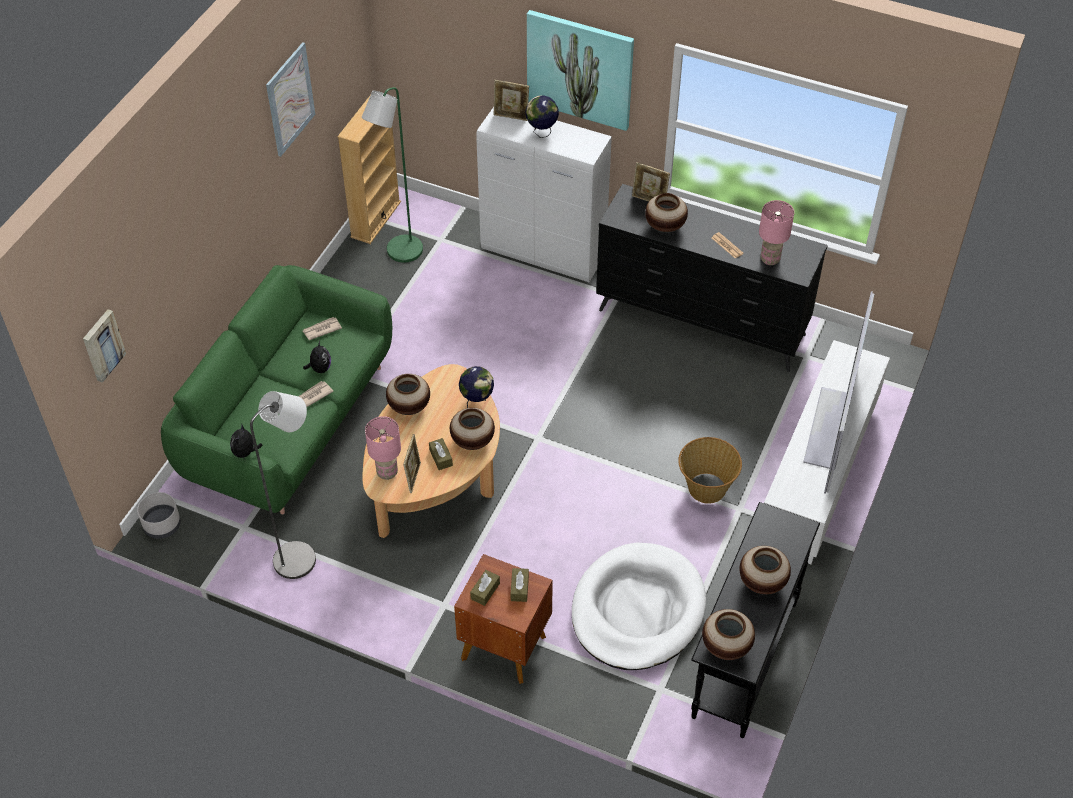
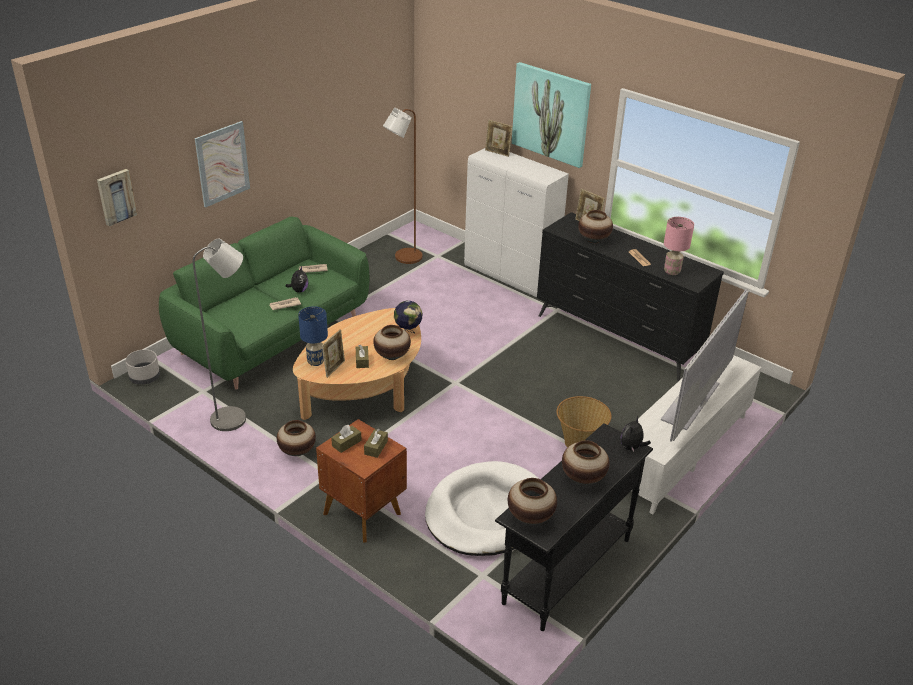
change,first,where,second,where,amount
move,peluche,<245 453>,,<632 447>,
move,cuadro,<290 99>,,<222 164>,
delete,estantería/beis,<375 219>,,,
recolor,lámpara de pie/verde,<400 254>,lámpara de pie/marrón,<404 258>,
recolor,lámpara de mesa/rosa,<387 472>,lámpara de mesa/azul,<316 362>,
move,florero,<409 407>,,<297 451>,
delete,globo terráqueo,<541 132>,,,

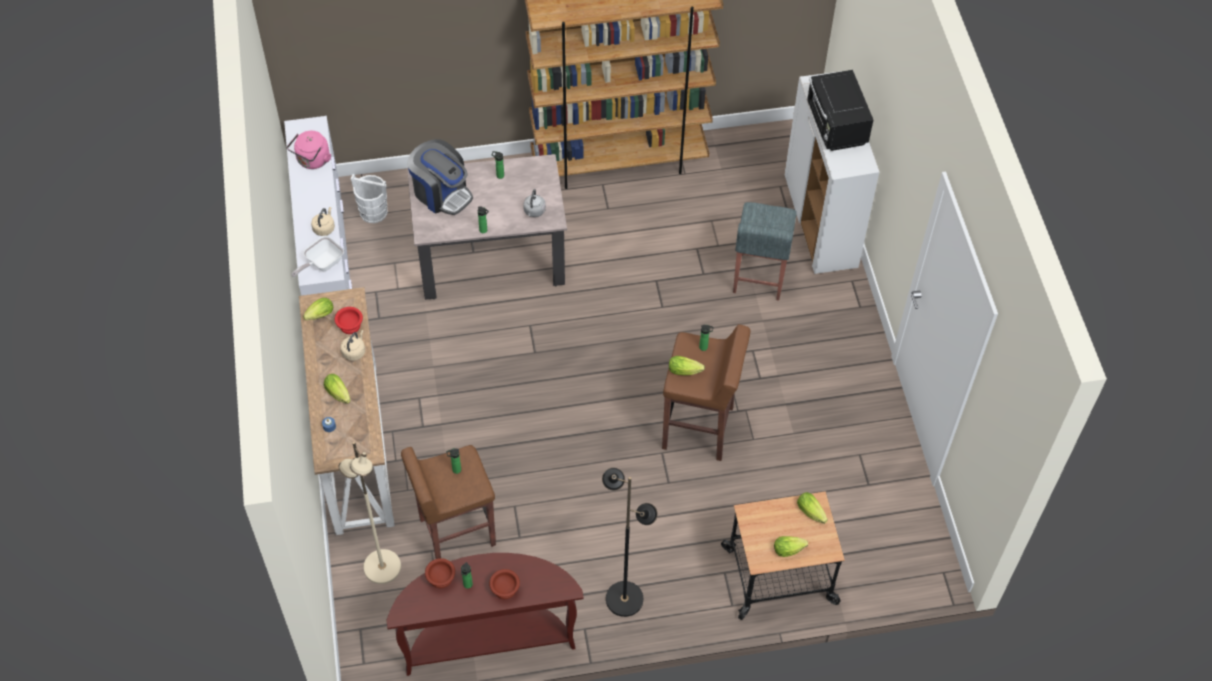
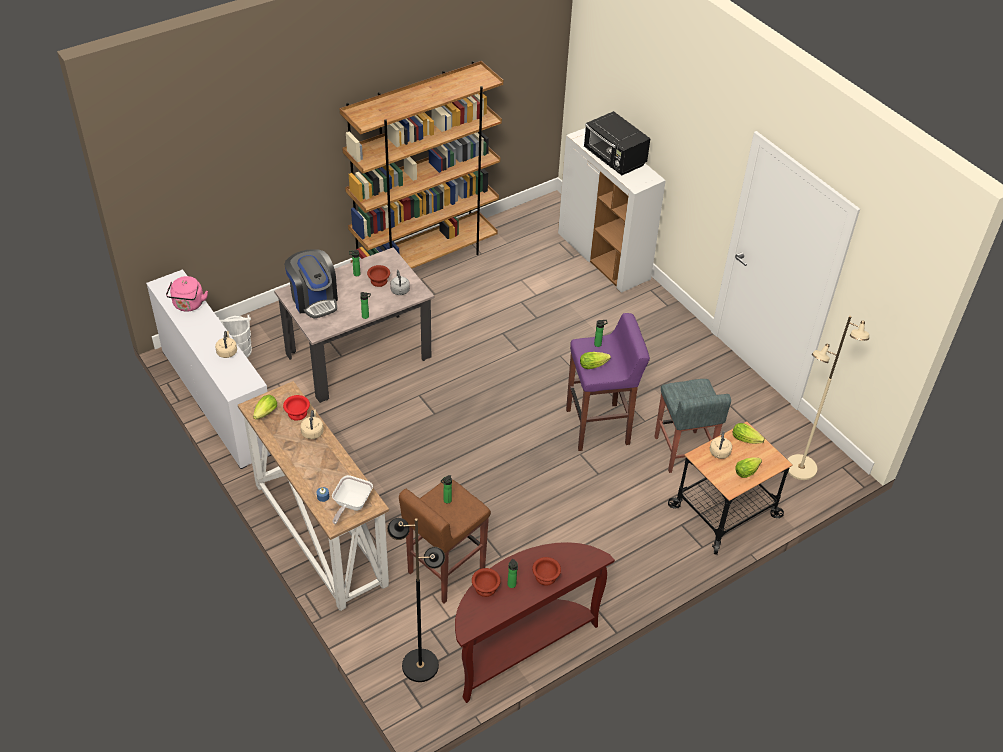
change,first,where,second,where,amount
move,sartén,<322 264>,,<351 505>,
delete,lechuga,<339 394>,,,
move,lámpara de pie/beis,<381 567>,,<800 468>,
rotate,cafetera,<441 193>,,<314 300>,45 degrees clockwise
move,lámpara de pie/negro,<624 598>,,<420 665>,
recolor,taburete/marrón,<699 428>,taburete/morado,<599 427>,
move,taburete/gris,<759 277>,,<682 452>,
insert,,,cuenco/marrón,<379 280>,
insert,,,hervidor/beis,<719 453>,

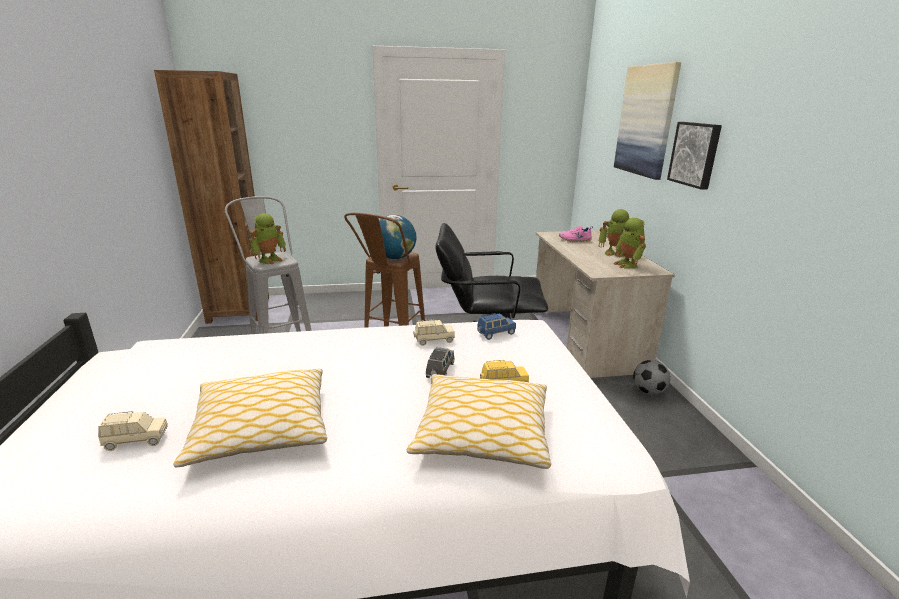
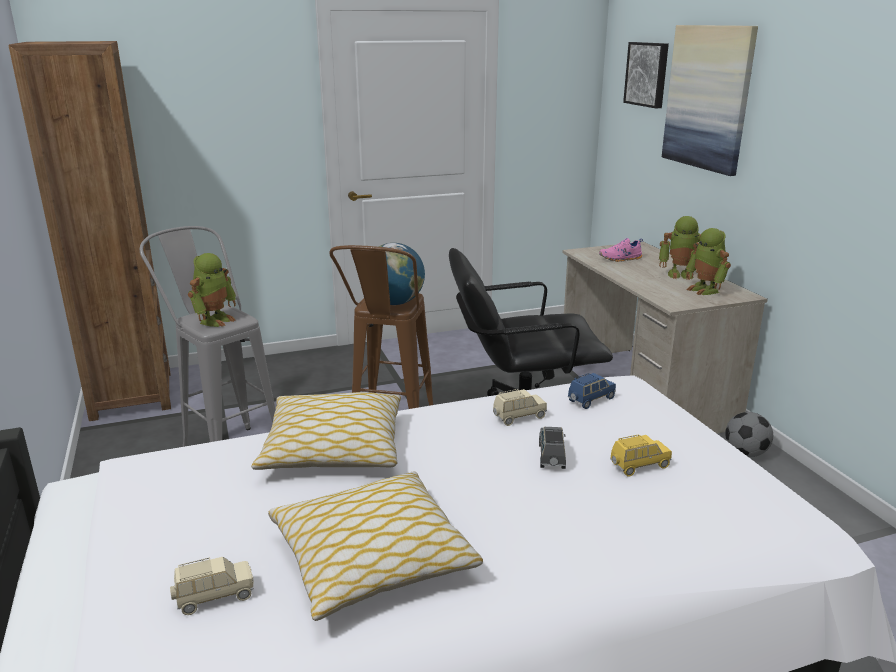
change,first,where,second,where,amount
move,cojín,<482 433>,,<333 448>,
move,cuadro,<695 154>,,<648 74>,

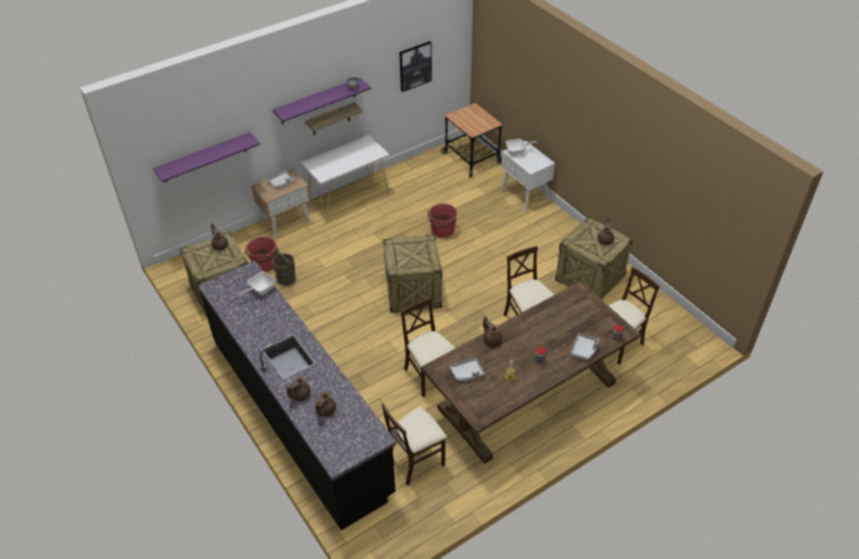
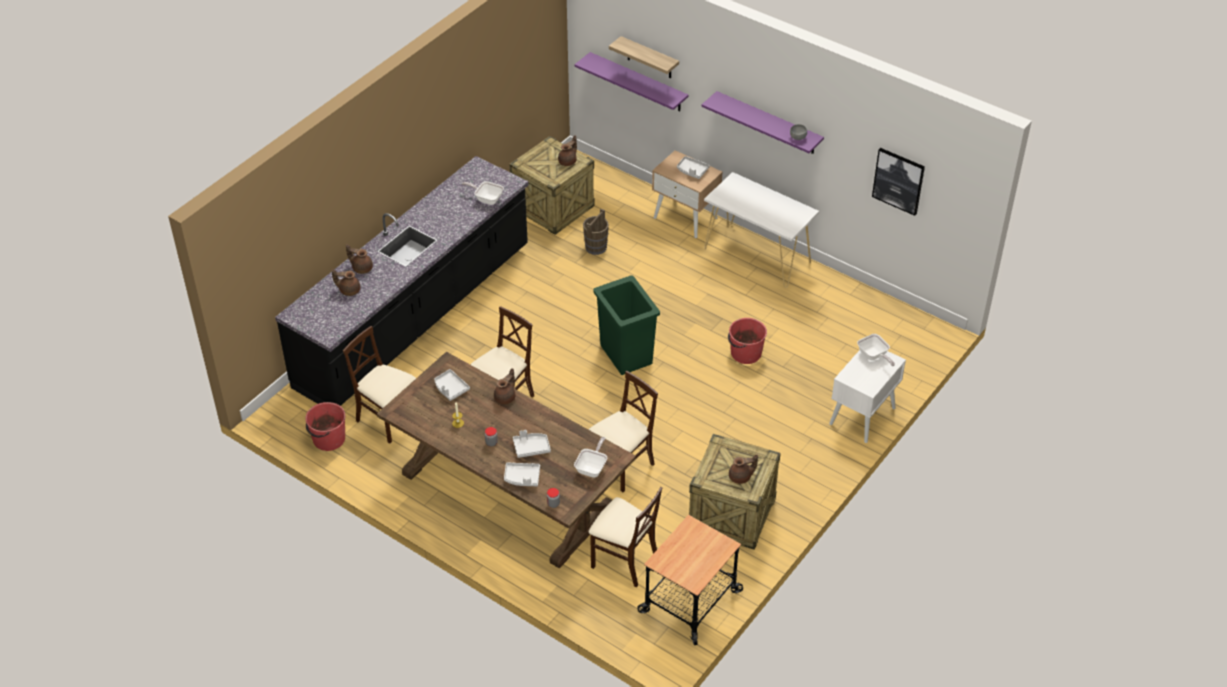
change,first,where,second,where,amount
move,cubo/rojo,<264 264>,,<328 439>,
move,estante,<330 119>,,<649 58>,
replace,caja de embalaje,<412 291>,papelera/verde,<626 354>,
move,carrito,<472 158>,,<691 602>,
insert,,,bandeja/gris,<531 448>,
insert,,,sartén,<592 468>,

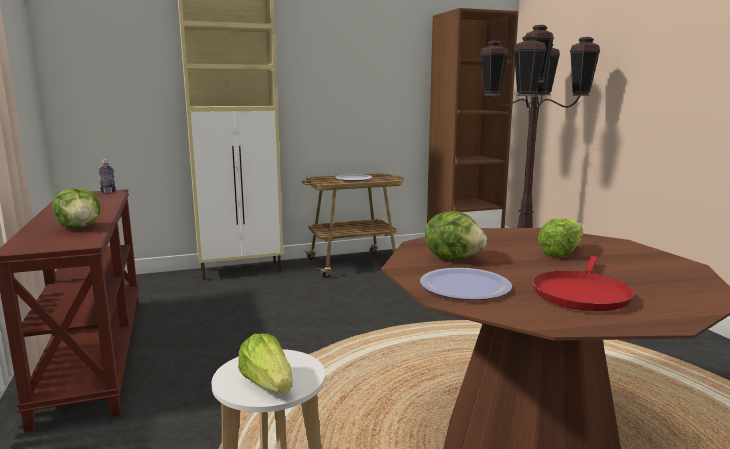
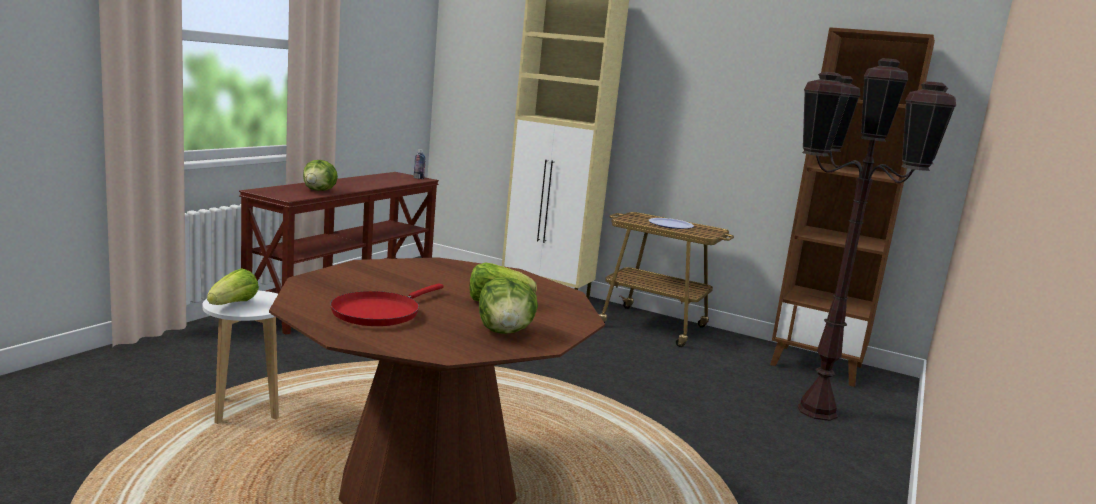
change,first,where,second,where,amount
delete,plato,<464 286>,,,
move,lechuga,<454 258>,,<505 332>,
rotate,sartén/rojo,<581 294>,,<379 312>,45 degrees counterclockwise

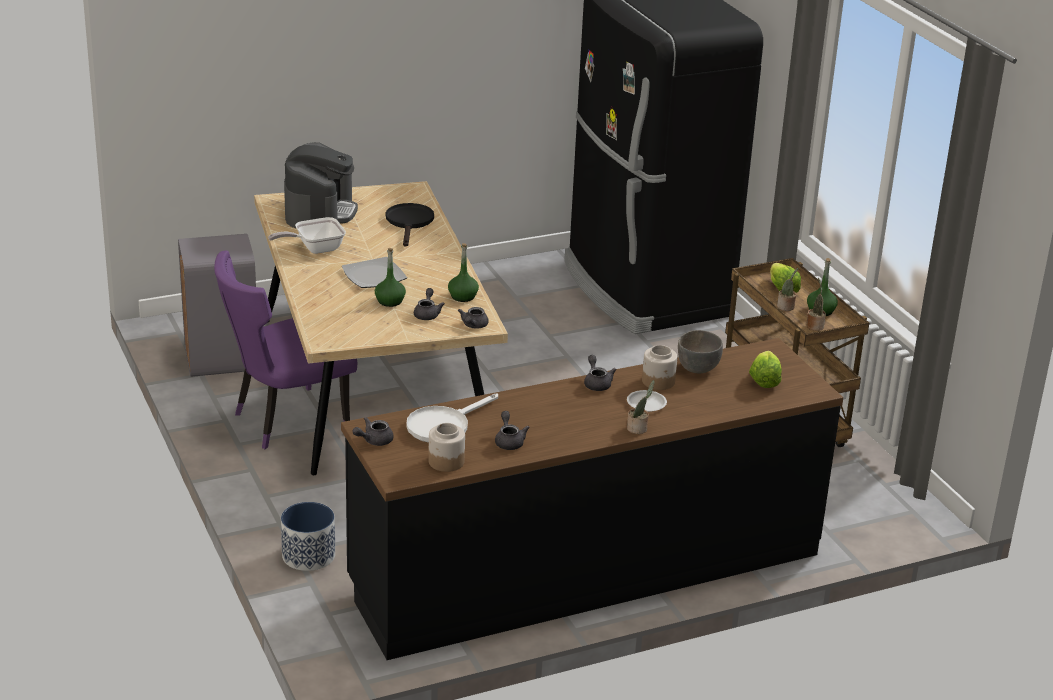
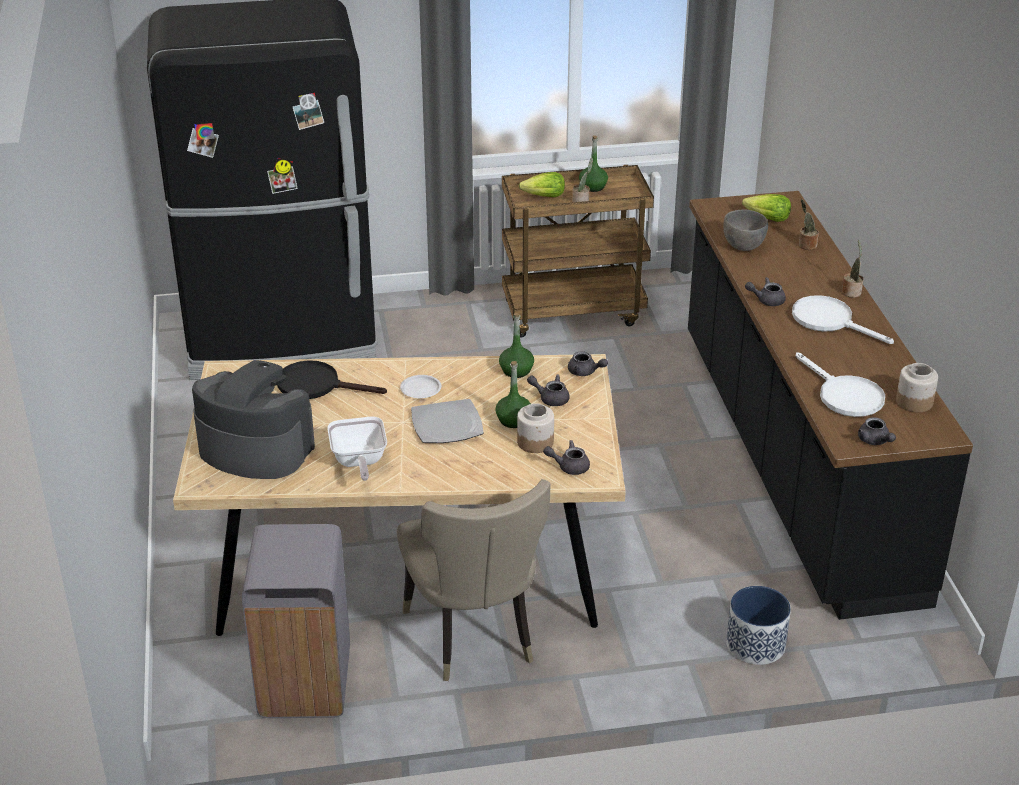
change,first,where,second,where,amount
recolor,silla/morado,<285 421>,silla/beis,<474 638>,
move,tetera/gris,<509 441>,,<569 466>,
move,plato/blanco,<646 403>,,<420 390>,
move,tarro,<658 381>,,<535 442>,
move,planta en maceta,<814 325>,,<806 245>,
insert,,,sartén/blanco,<829 321>,

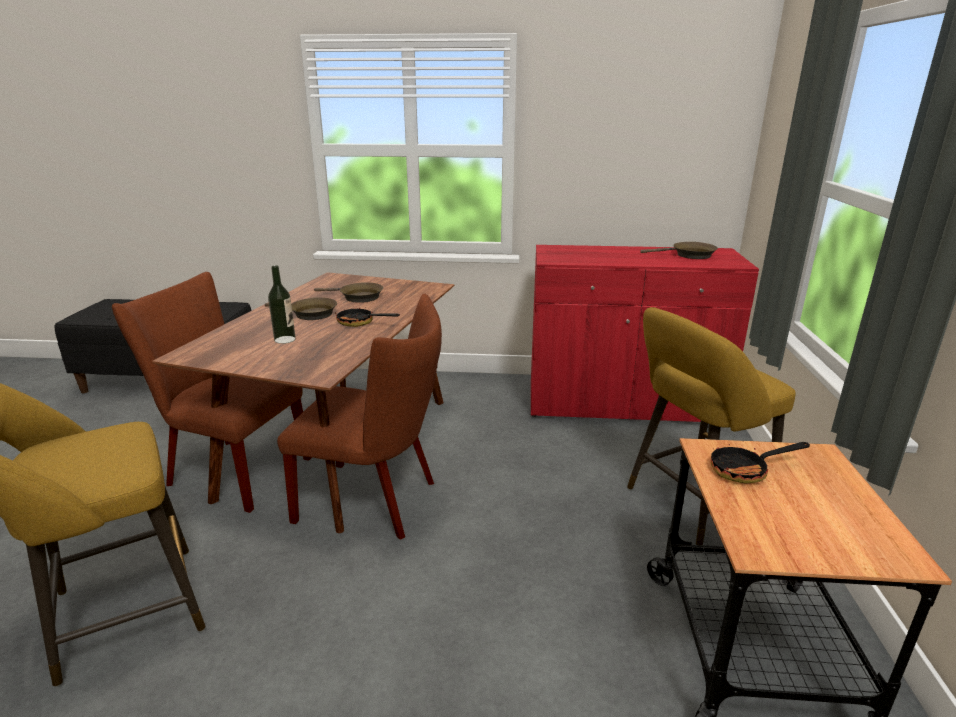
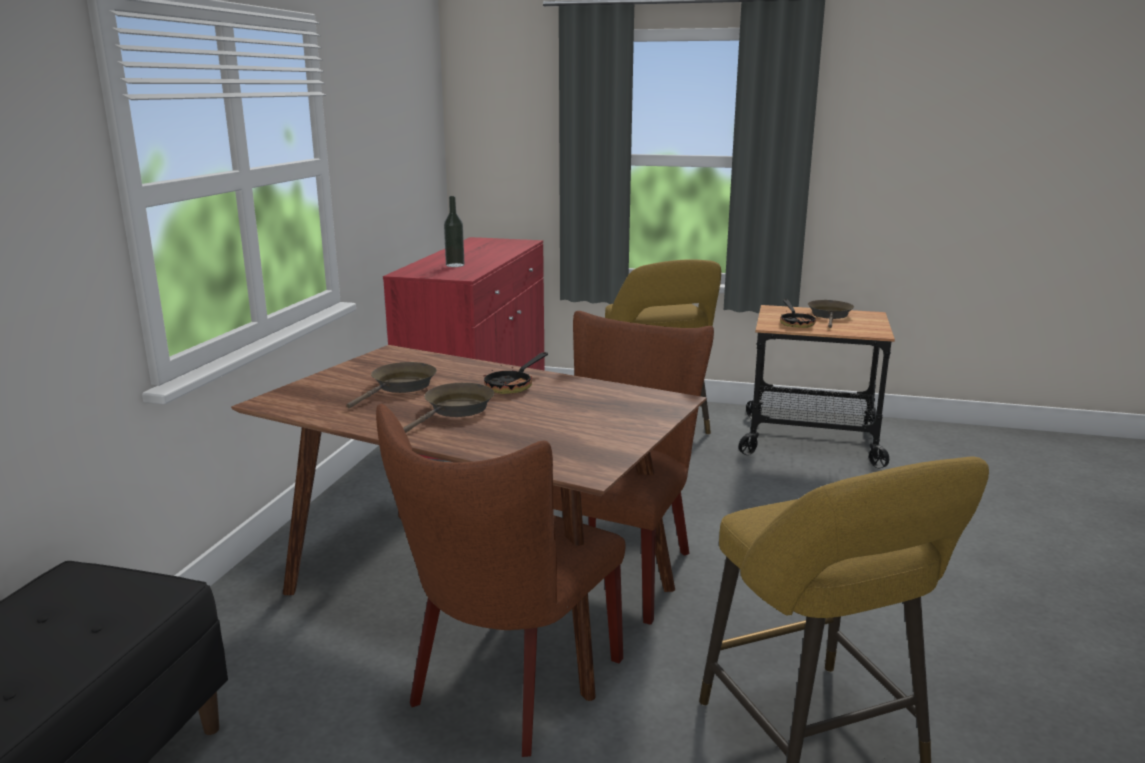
change,first,where,second,where,amount
move,botella,<285 339>,,<455 265>,
move,sartén/marrón,<689 255>,,<830 316>,

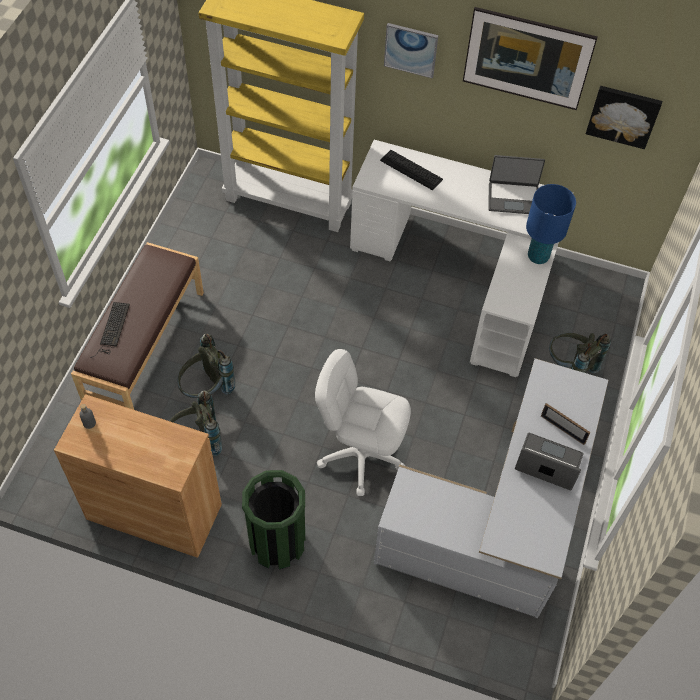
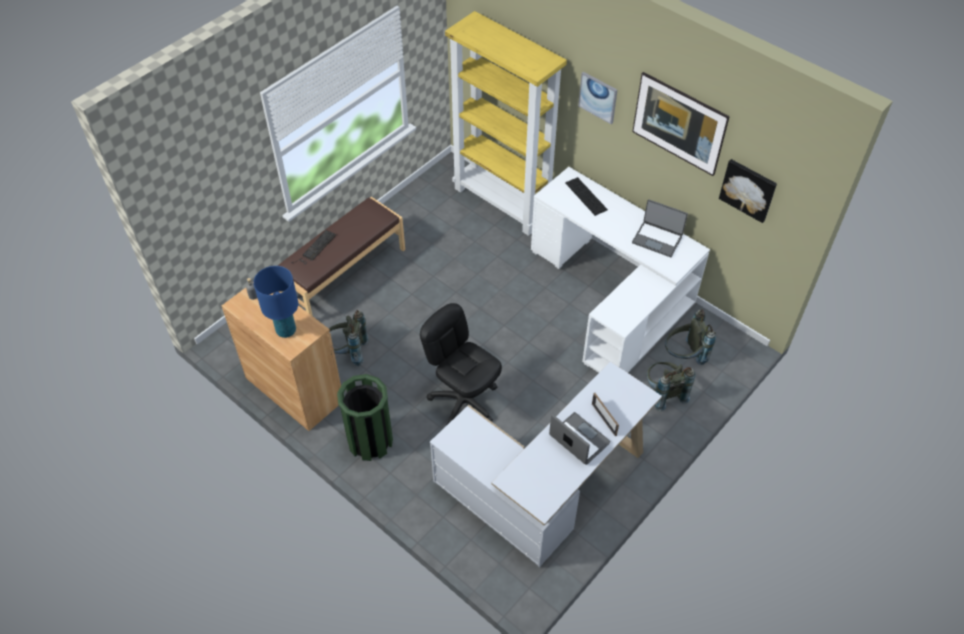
change,first,where,second,where,amount
move,mochila/gris,<206 389>,,<684 356>,
recolor,silla de oficina/blanco,<361 455>,silla de oficina/negro,<464 401>,
move,lámpara de mesa/azul,<538 256>,,<286 330>,

